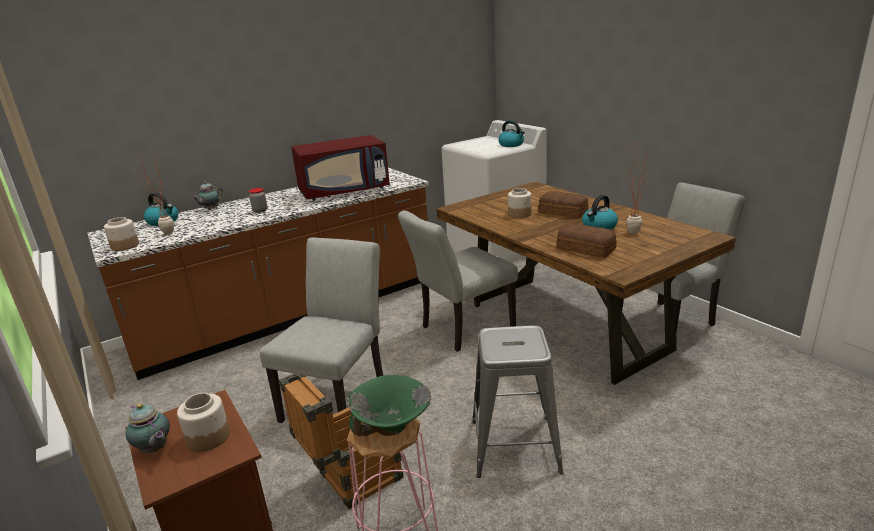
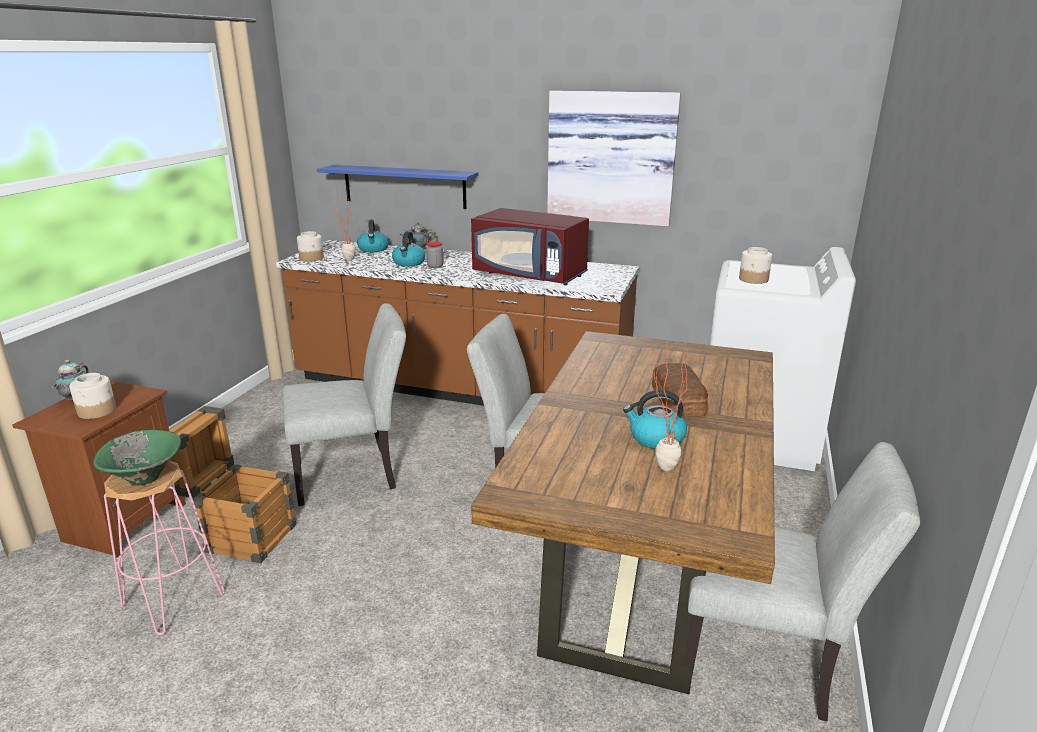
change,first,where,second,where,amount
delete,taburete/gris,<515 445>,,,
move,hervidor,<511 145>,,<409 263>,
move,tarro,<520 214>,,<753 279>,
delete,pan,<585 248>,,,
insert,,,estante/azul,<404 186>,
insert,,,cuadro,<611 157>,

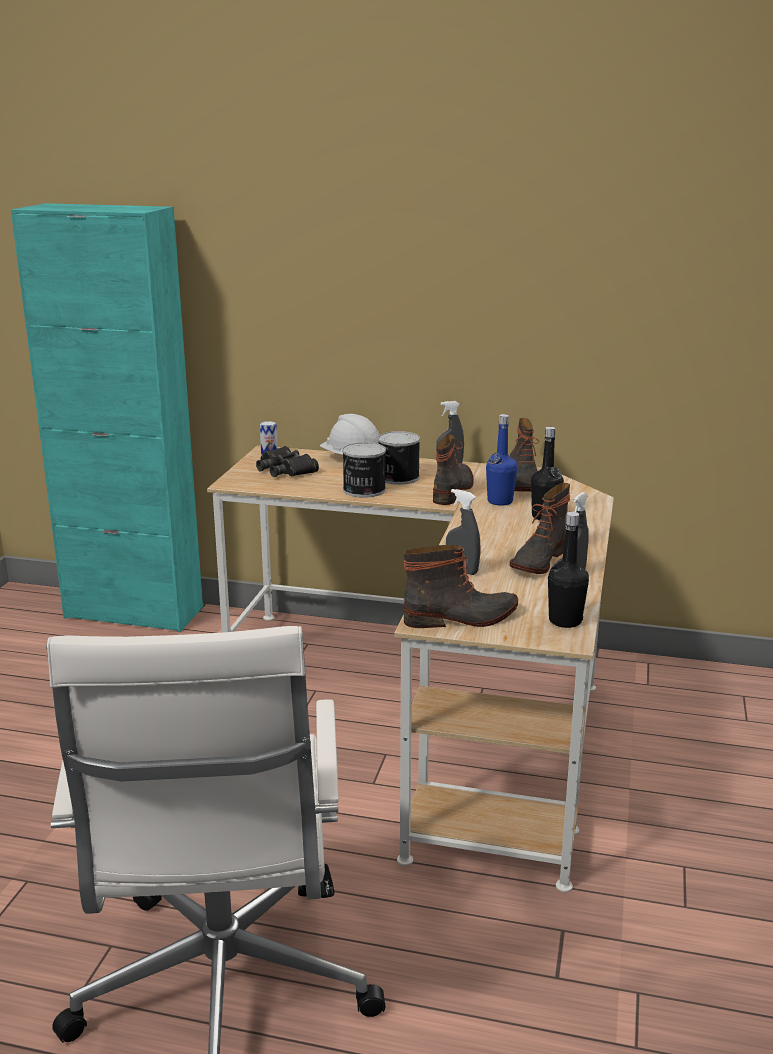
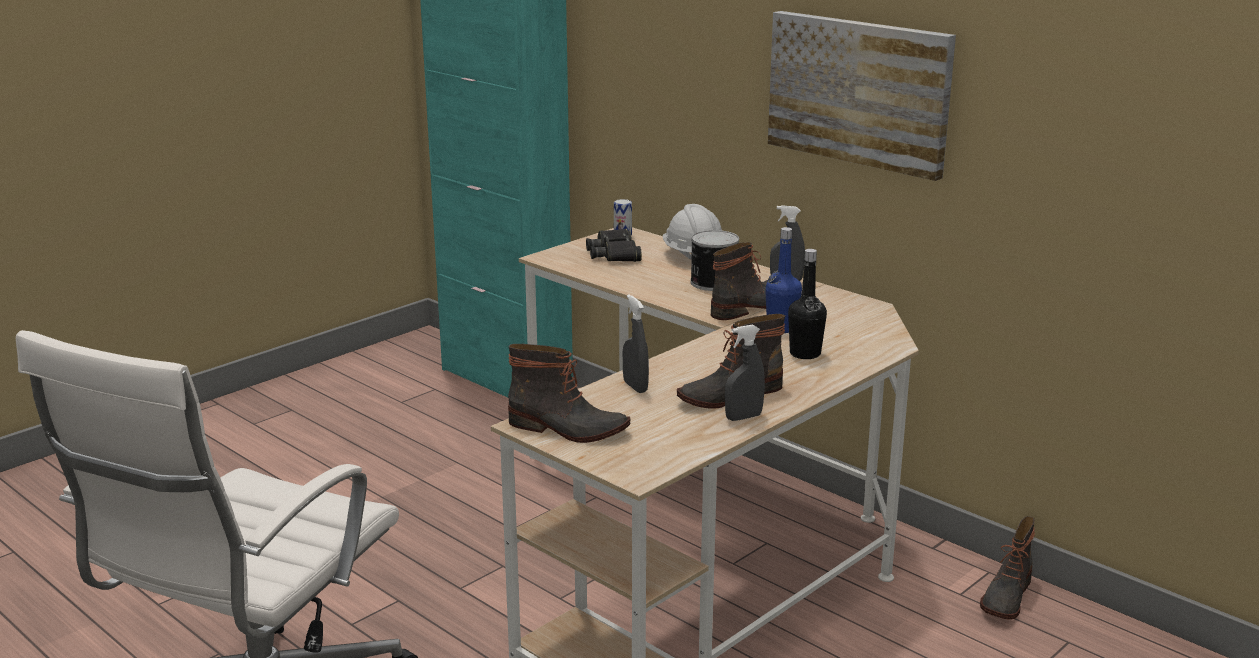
change,first,where,second,where,amount
delete,lata,<363 490>,,,
move,bota,<522 483>,,<1005 597>,
delete,botella/negro,<565 621>,,,
insert,,,cuadro,<859 92>,

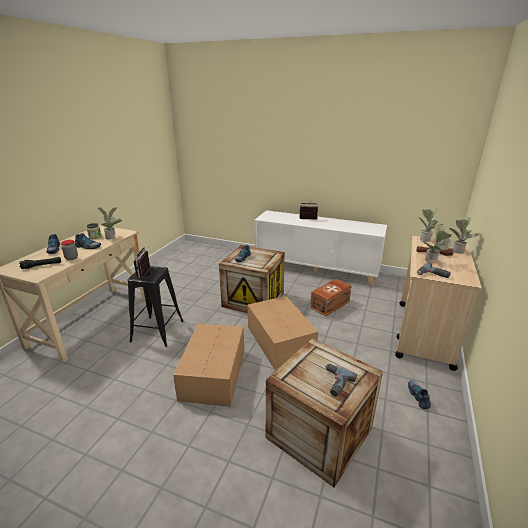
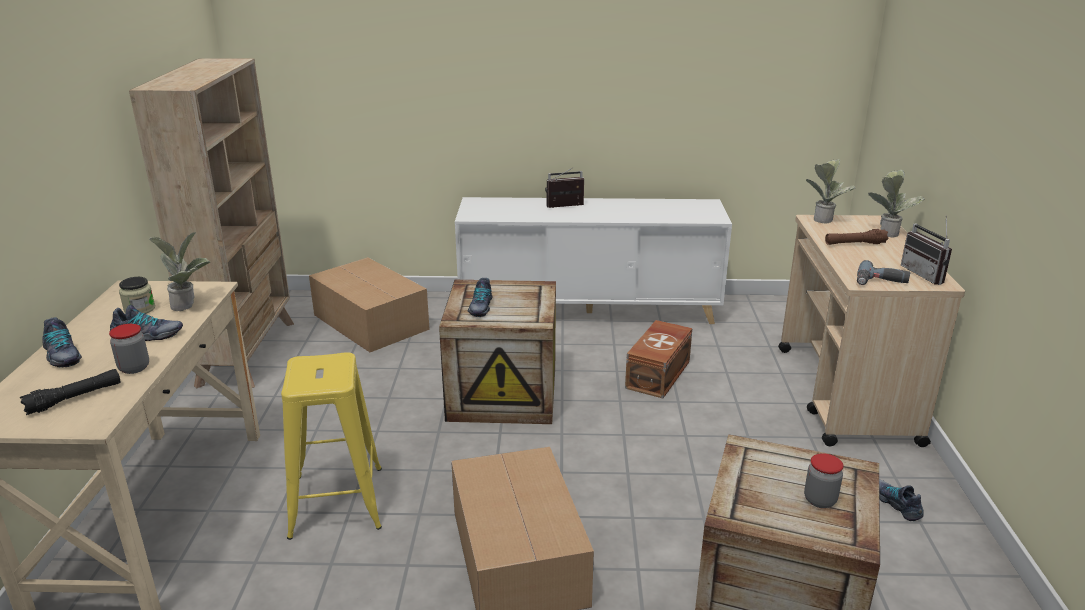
change,first,where,second,where,amount
recolor,taburete/negro,<158 331>,taburete/amarillo,<337 501>,
move,radio,<146 272>,,<927 275>,
move,caja de cartón,<280 341>,,<371 323>,
replace,taladro,<334 382>,tarro,<820 500>,
delete,planta en maceta,<432 262>,,,
insert,,,estantería/beis,<248 352>,

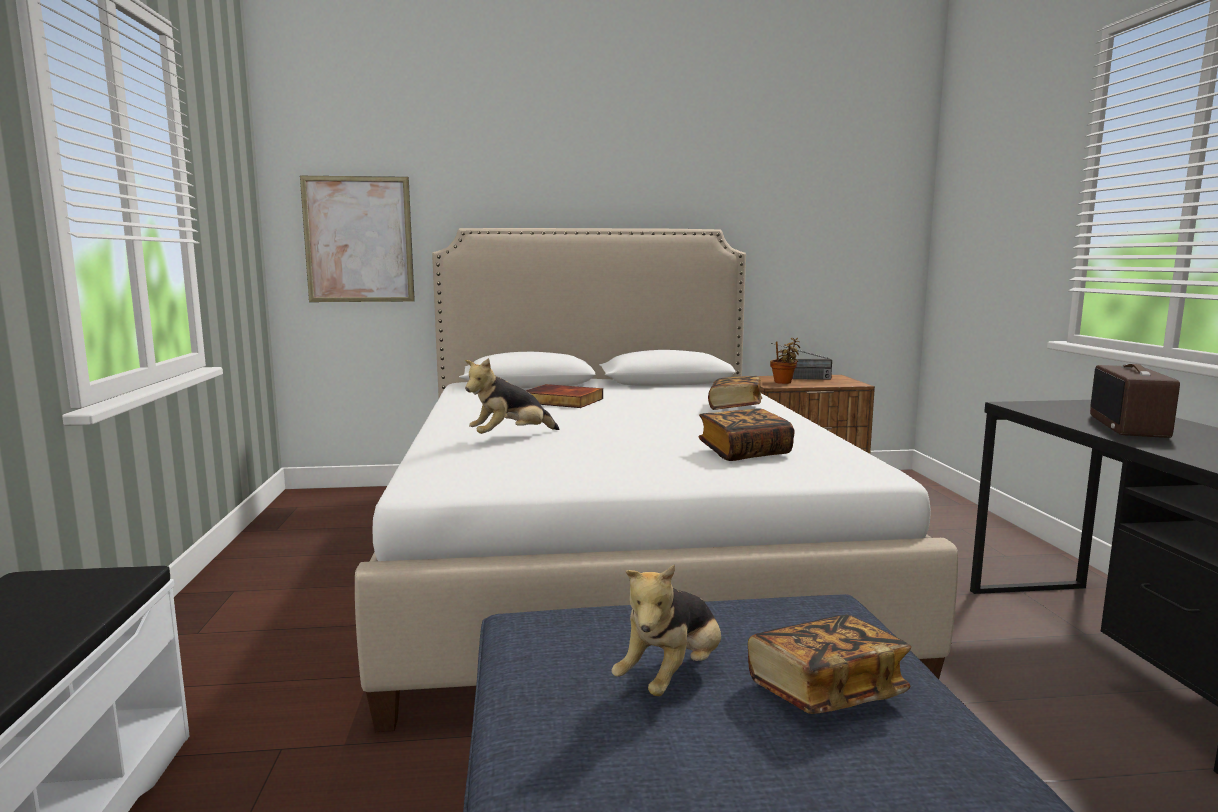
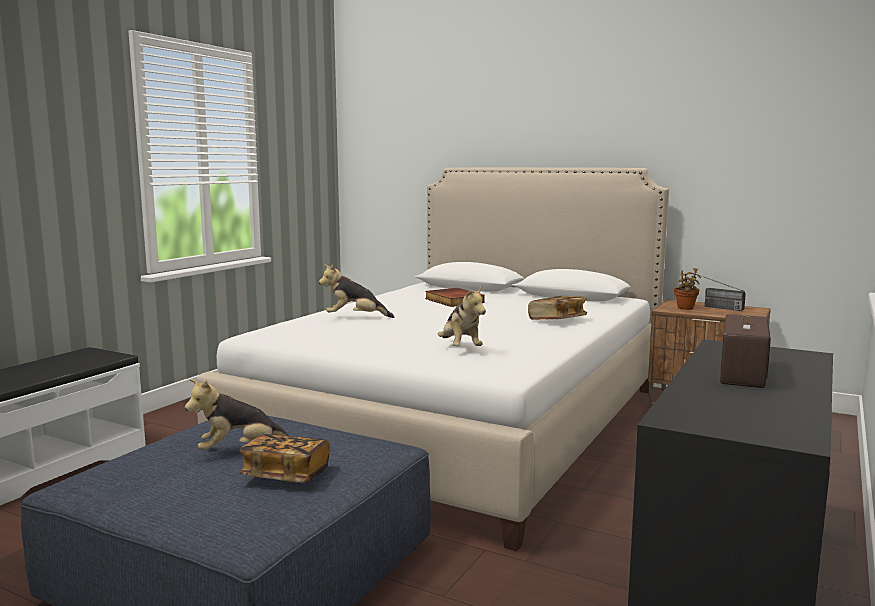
change,first,where,second,where,amount
delete,cuadro,<358 240>,,,
replace,libro,<744 452>,peluche,<460 348>,
rotate,radio,<1130 426>,,<740 373>,150 degrees clockwise

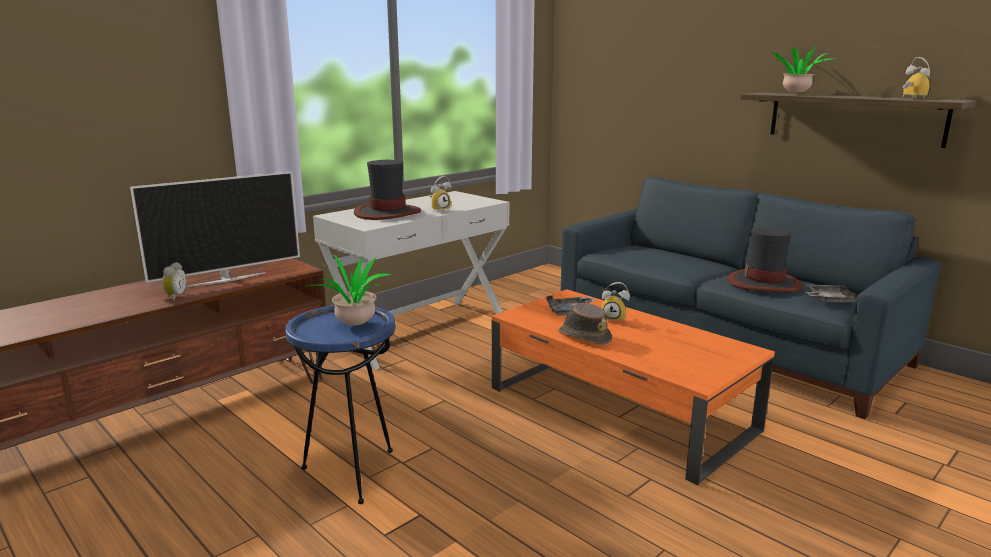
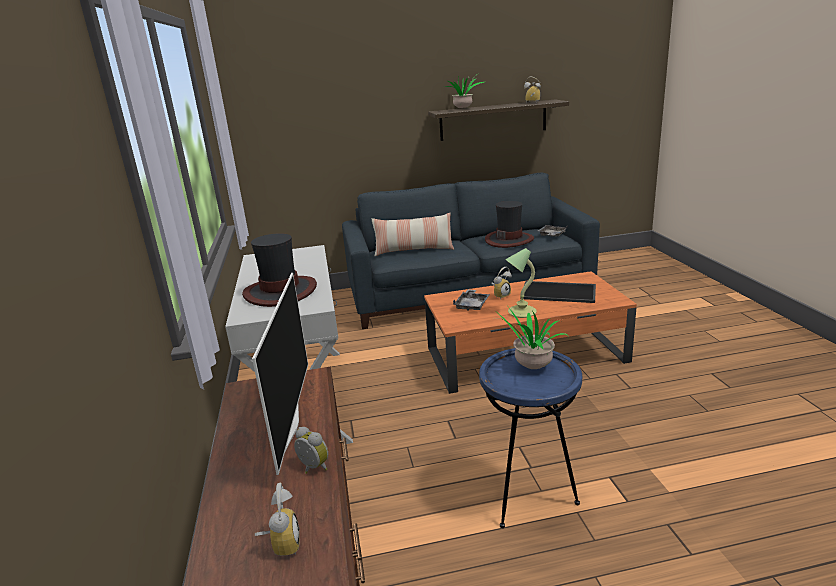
change,first,where,second,where,amount
move,despertador,<439 210>,,<281 545>,
replace,sombrero/marrón,<584 336>,lámpara de mesa,<520 312>,
insert,,,cojín,<414 250>,
insert,,,bandeja,<559 292>,

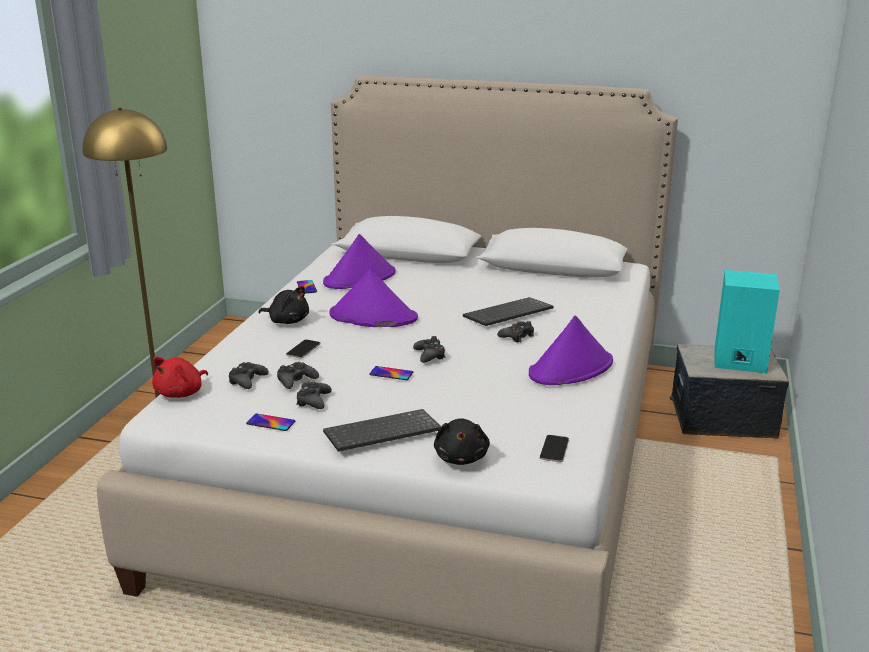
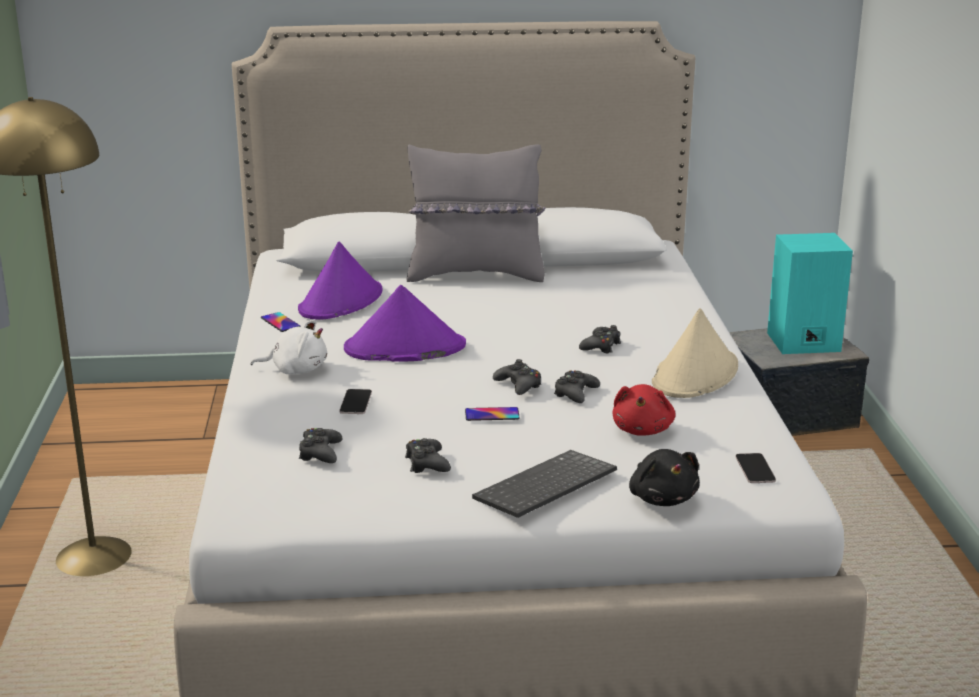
change,first,where,second,where,amount
move,peluche/rojo,<181 393>,,<643 430>,
delete,móvil,<270 423>,,,
recolor,peluche/negro,<287 321>,peluche/blanco,<296 370>,
move,mando de consola/negro,<296 380>,,<575 393>,
delete,teclado,<508 315>,,,
recolor,sombrero/morado,<571 369>,sombrero/beis,<695 375>,
insert,,,cojín/gris,<476 274>,

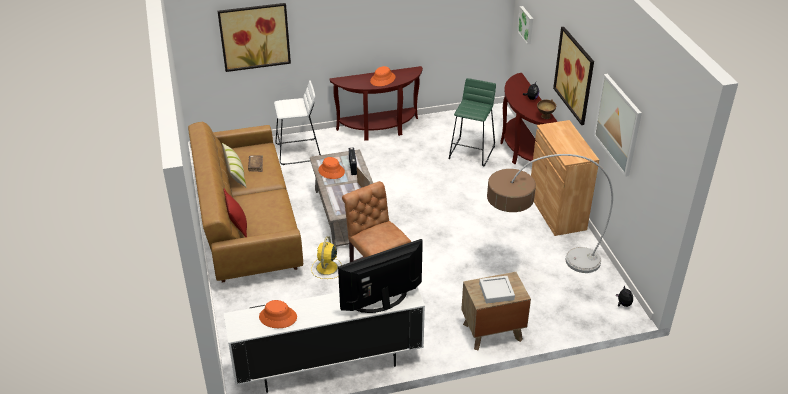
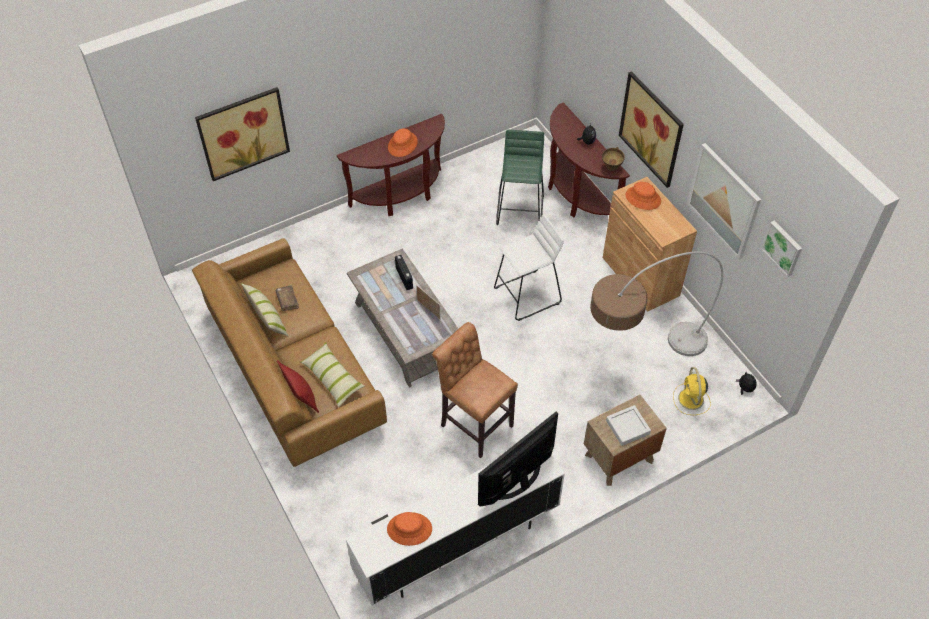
change,first,where,second,where,amount
move,taburete/blanco,<298 152>,,<528 295>,
move,ventilador/amarillo,<326 268>,,<691 400>,
move,sombrero/naranja,<331 171>,,<643 198>,
move,cuadro,<526 24>,,<783 247>,
insert,,,cojín,<333 378>,

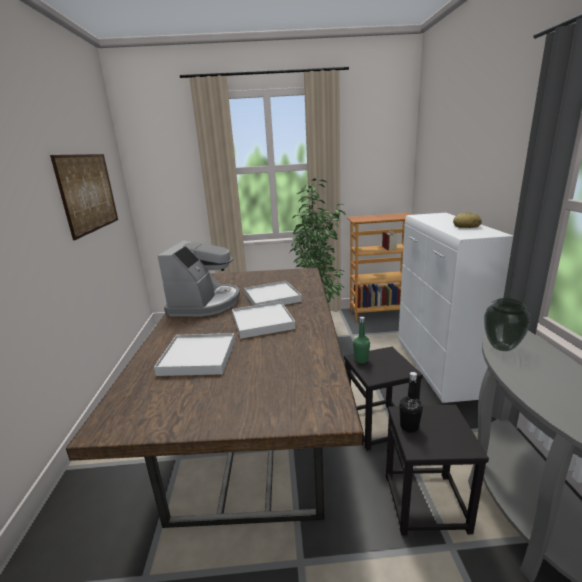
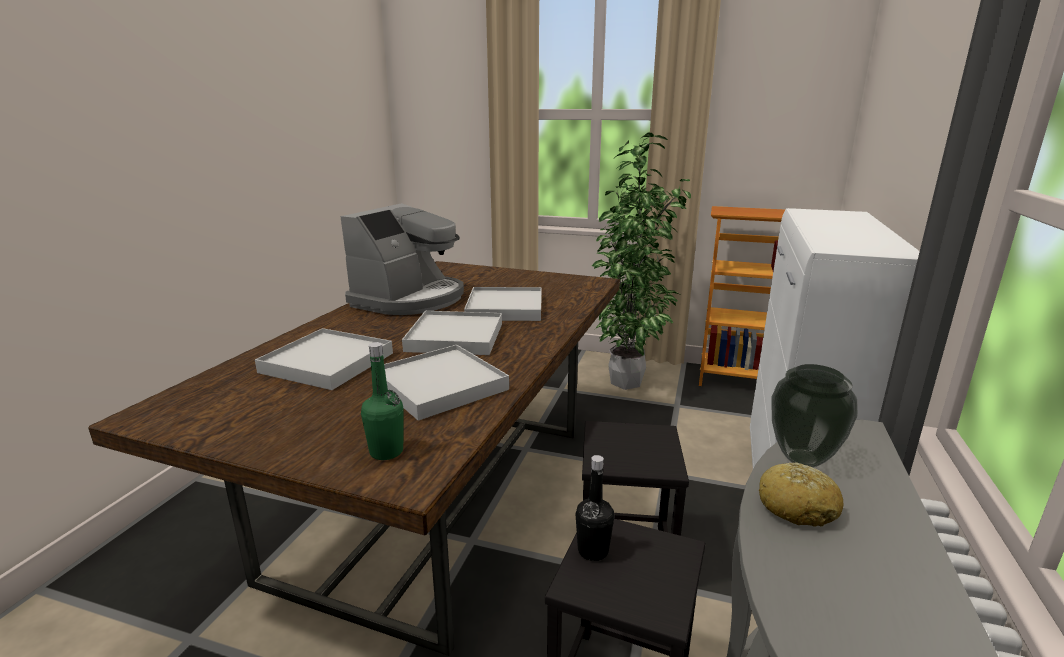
change,first,where,second,where,amount
delete,cuadro,<89 193>,,,
move,botella/verde,<361 360>,,<386 452>,
move,pan,<466 226>,,<797 507>,
insert,,,bandeja/blanco,<440 385>,

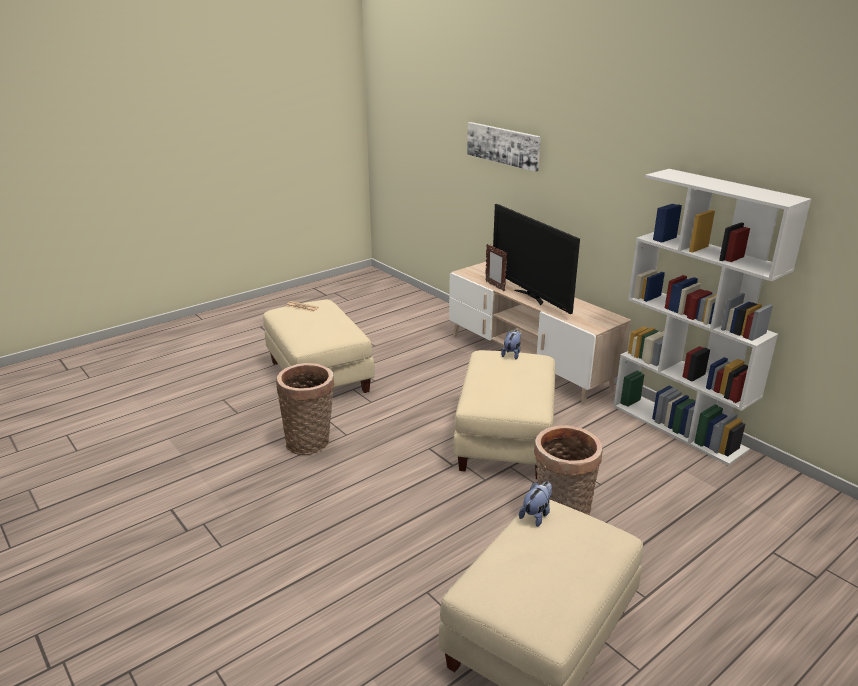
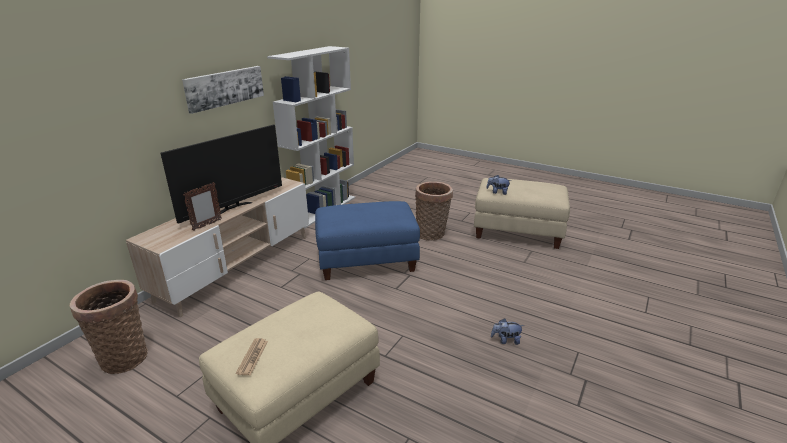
change,first,where,second,where,amount
move,cesta,<310 442>,,<124 356>,
recolor,puf/beis,<506 440>,puf/azul,<367 260>,
move,cuadro,<503 145>,,<225 88>,
move,peluche,<512 354>,,<505 340>,

